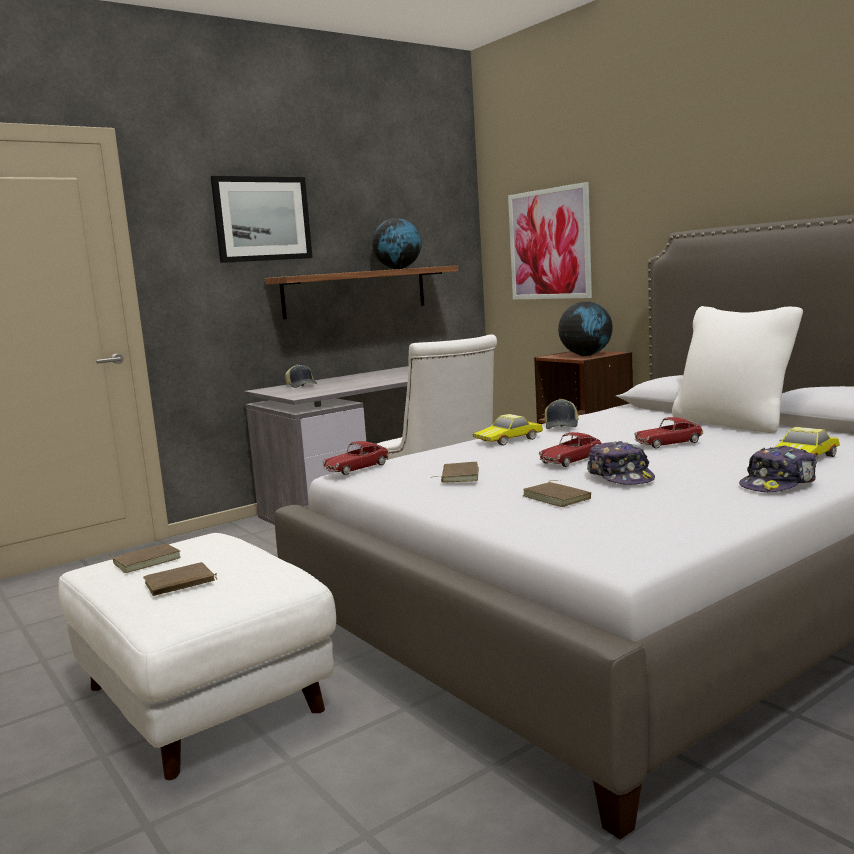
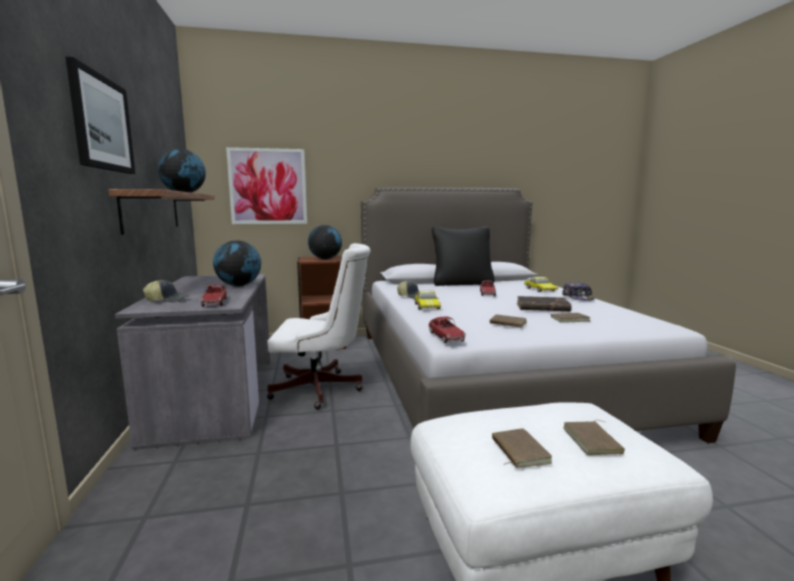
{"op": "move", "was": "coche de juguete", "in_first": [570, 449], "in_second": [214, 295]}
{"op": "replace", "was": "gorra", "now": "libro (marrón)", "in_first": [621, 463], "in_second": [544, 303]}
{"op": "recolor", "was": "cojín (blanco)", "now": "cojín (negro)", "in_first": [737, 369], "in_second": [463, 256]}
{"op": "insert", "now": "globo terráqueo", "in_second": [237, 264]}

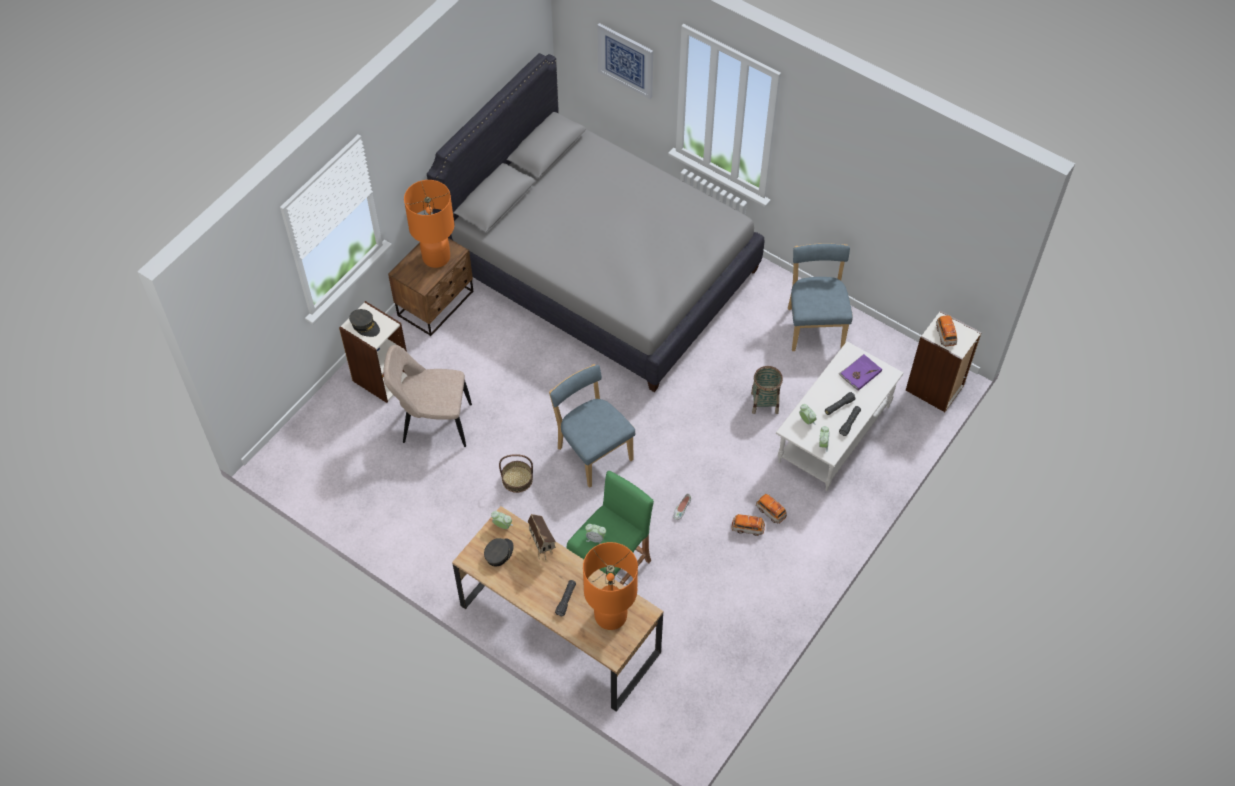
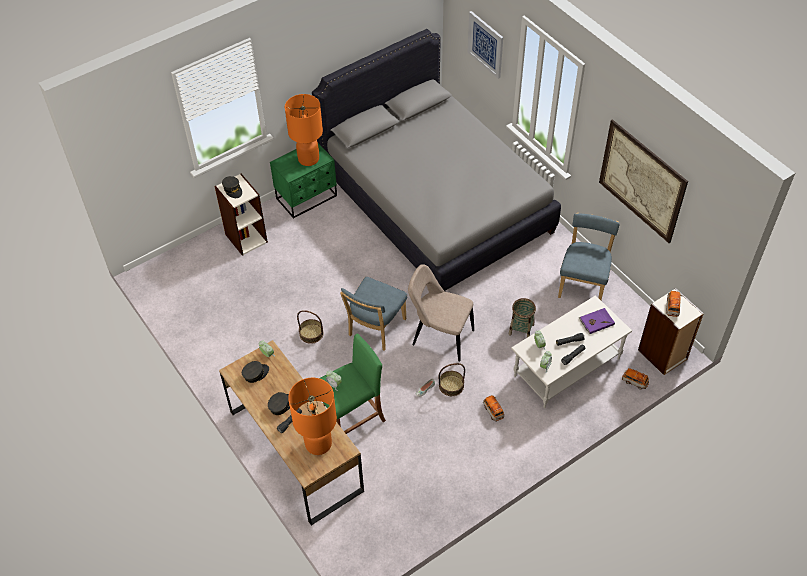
{"op": "move", "was": "silla (beis)", "in_first": [427, 396], "in_second": [441, 312]}
{"op": "recolor", "was": "mesita de noche (marrón)", "now": "mesita de noche (verde)", "in_first": [430, 287], "in_second": [303, 181]}
{"op": "delete", "was": "casita", "in_first": [542, 537]}
{"op": "rotate", "was": "silla (azul)", "in_first": [592, 426], "in_second": [373, 313], "clockwise": -135}
{"op": "move", "was": "coche de juguete", "in_first": [748, 525], "in_second": [635, 379]}
{"op": "insert", "now": "gorra (gris)", "in_second": [279, 403]}
{"op": "insert", "now": "cesta", "in_second": [452, 379]}
{"op": "insert", "now": "cuadro", "in_second": [643, 181]}

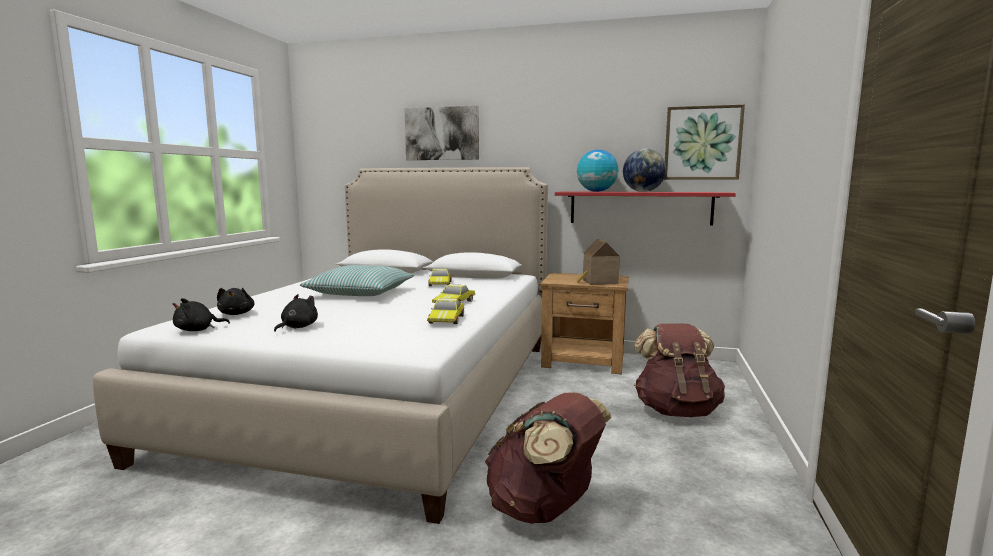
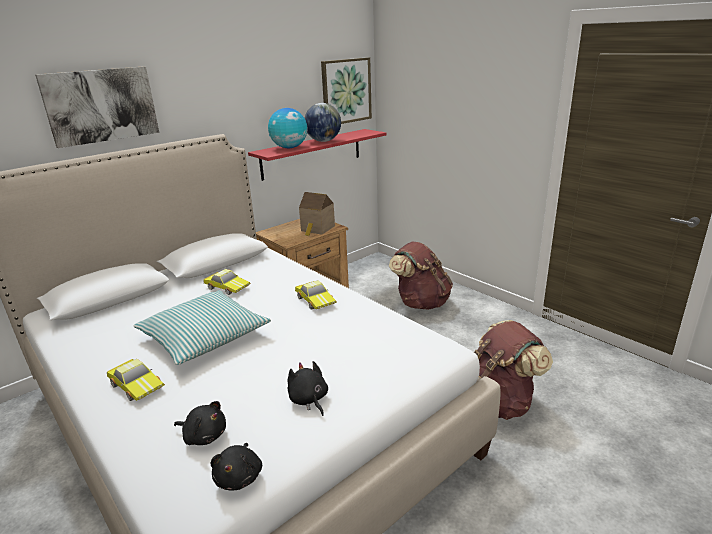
{"op": "move", "was": "coche de juguete", "in_first": [445, 311], "in_second": [136, 380]}

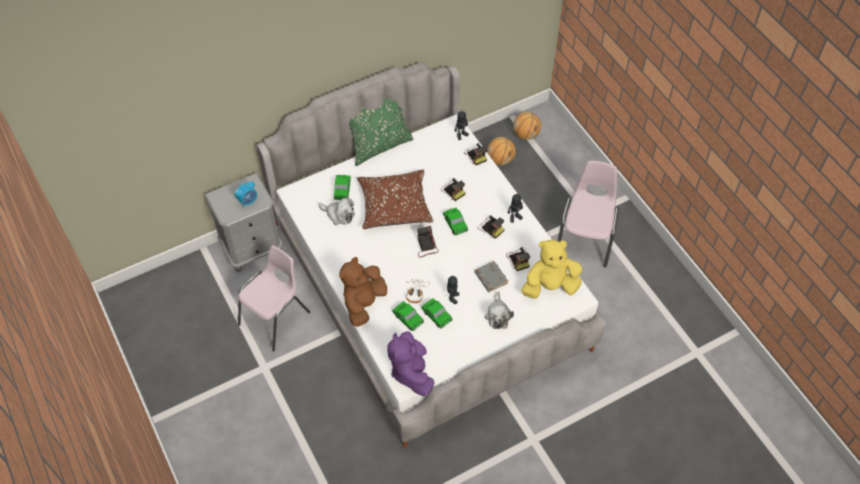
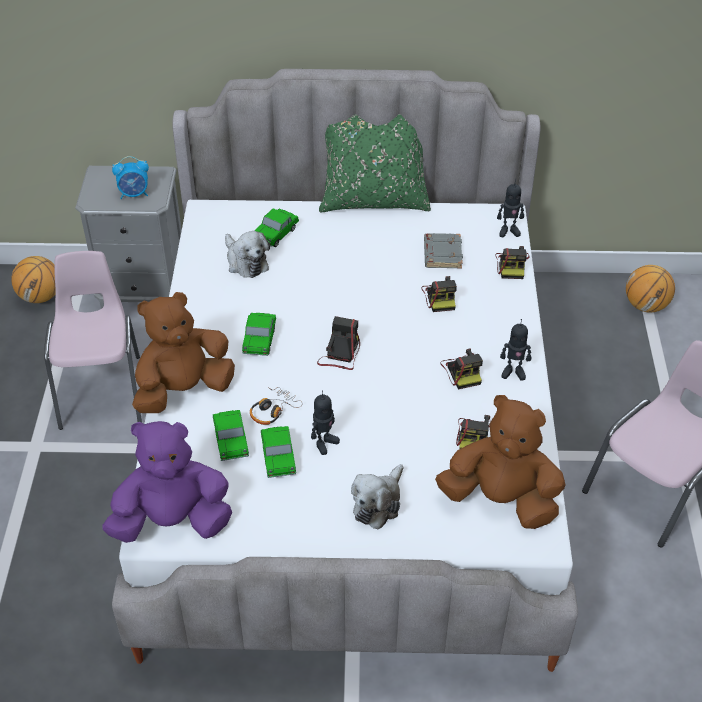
{"op": "rotate", "was": "silla (rosa)", "in_first": [274, 298], "in_second": [93, 340], "clockwise": -75}
{"op": "delete", "was": "cojín (marrón)", "in_first": [395, 199]}
{"op": "rotate", "was": "peluche (morado)", "in_first": [410, 363], "in_second": [167, 482], "clockwise": 60}
{"op": "move", "was": "coche de juguete", "in_first": [455, 222], "in_second": [259, 334]}
{"op": "move", "was": "libro (gris)", "in_first": [491, 276], "in_second": [443, 251]}
{"op": "move", "was": "balón de baloncesto", "in_first": [501, 151], "in_second": [33, 279]}
{"op": "recolor", "was": "peluche (amarillo)", "now": "peluche (marrón)", "in_first": [551, 269], "in_second": [500, 462]}

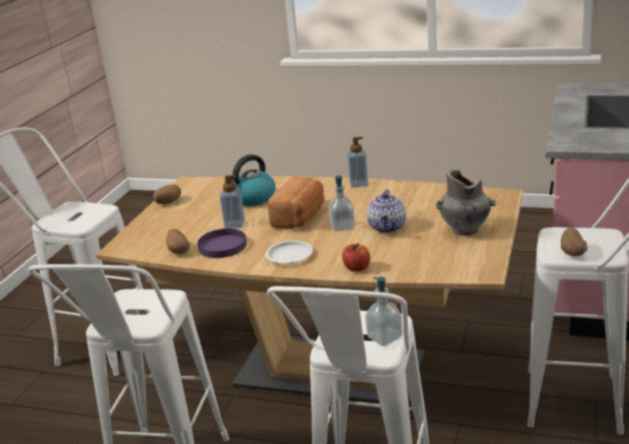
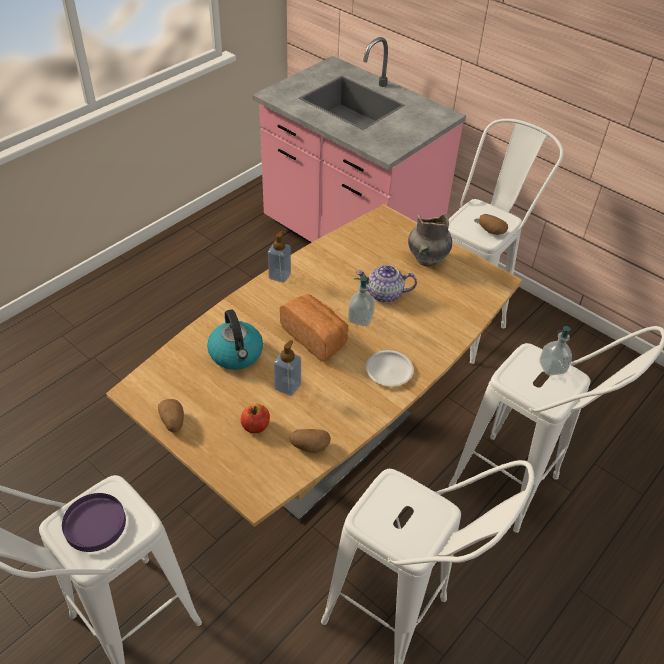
{"op": "move", "was": "plato (morado)", "in_first": [222, 243], "in_second": [94, 522]}
{"op": "move", "was": "manzana", "in_first": [356, 257], "in_second": [255, 418]}
{"op": "rotate", "was": "tetera", "in_first": [386, 211], "in_second": [386, 284], "clockwise": 150}

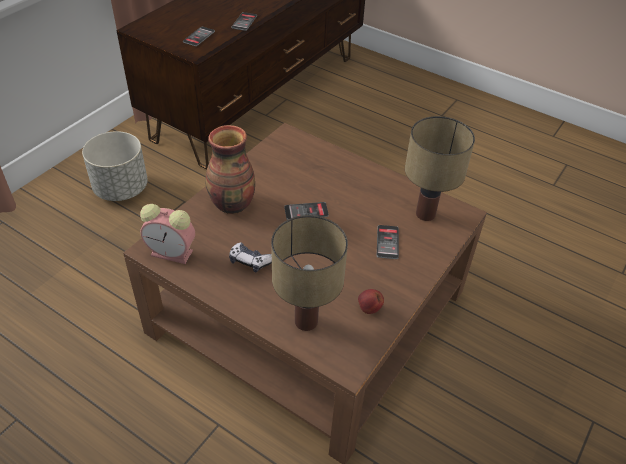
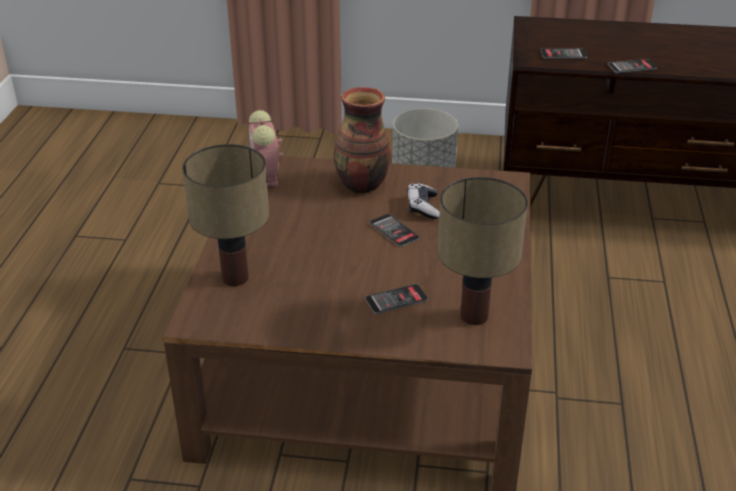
{"op": "move", "was": "mando de consola", "in_first": [250, 257], "in_second": [423, 201]}
{"op": "delete", "was": "manzana", "in_first": [371, 301]}

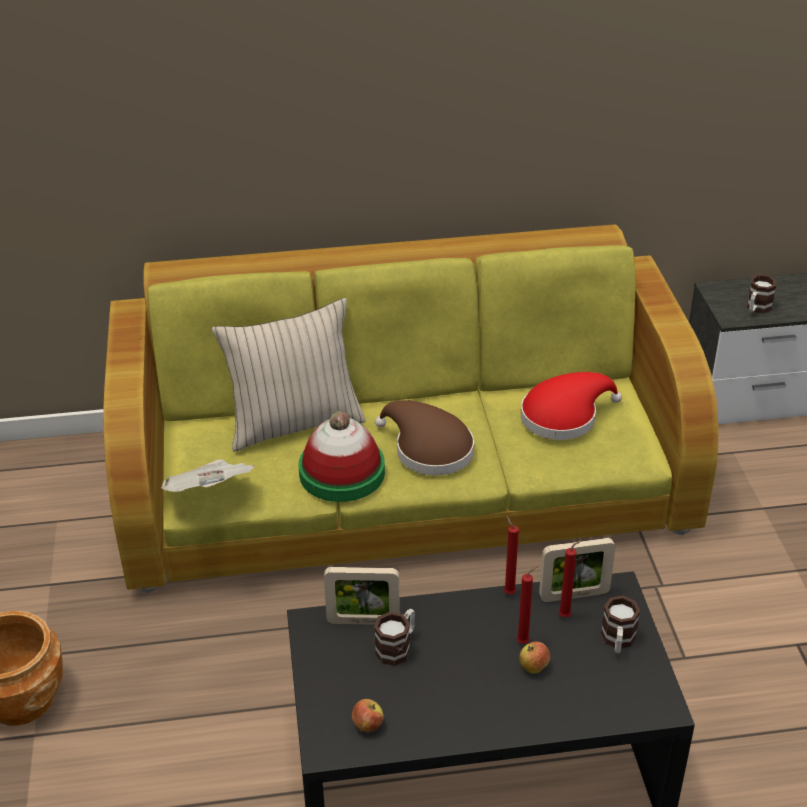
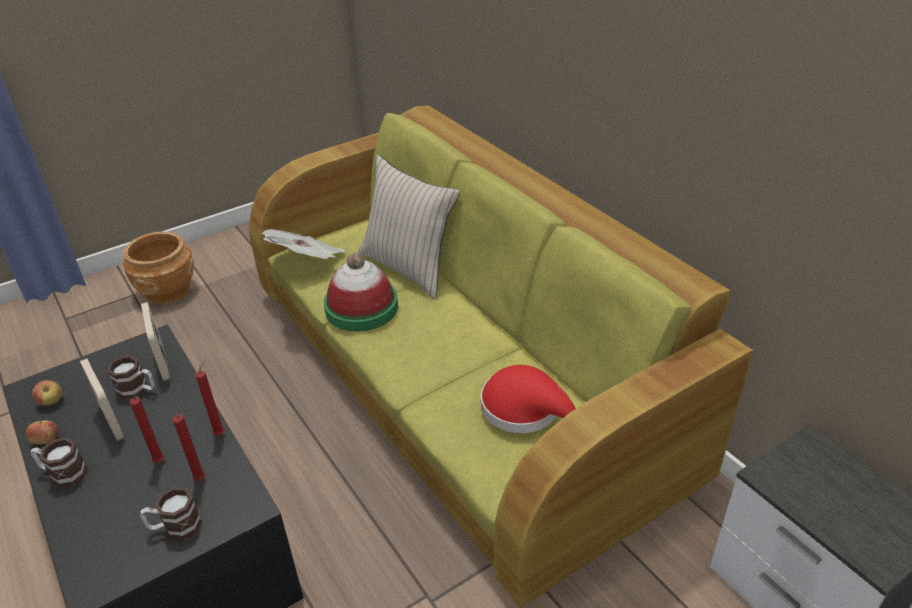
{"op": "delete", "was": "sombrero (marrón)", "in_first": [424, 437]}
{"op": "move", "was": "manzana", "in_first": [534, 657], "in_second": [42, 431]}
{"op": "move", "was": "portarretratos", "in_first": [577, 570], "in_second": [102, 399]}
{"op": "move", "was": "taza grande", "in_first": [762, 293], "in_second": [59, 463]}

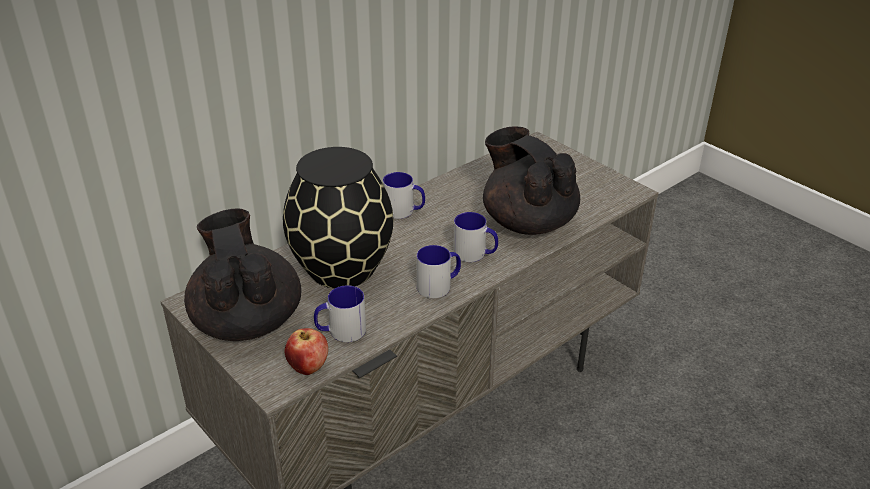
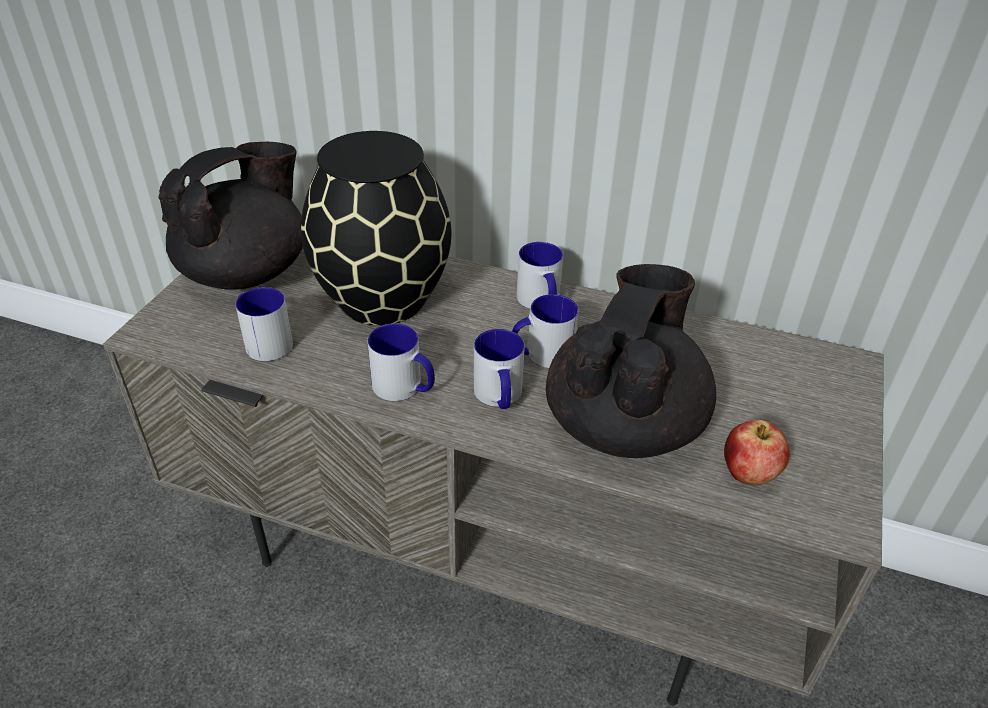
{"op": "move", "was": "manzana", "in_first": [306, 351], "in_second": [757, 452]}
{"op": "insert", "now": "taza grande", "in_second": [545, 331]}

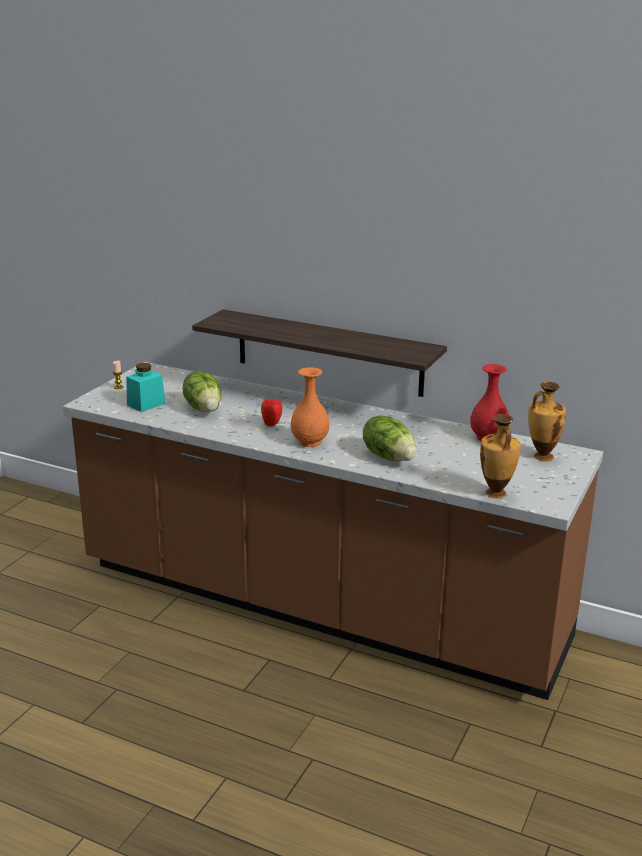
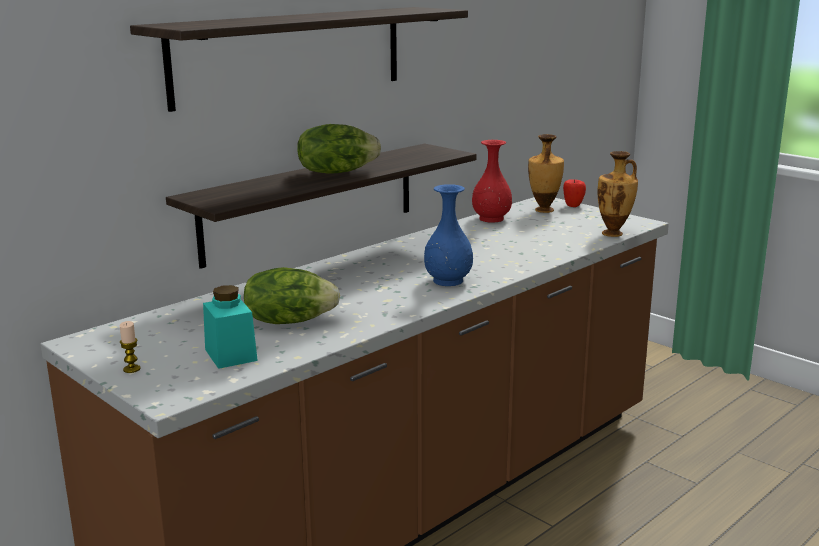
{"op": "move", "was": "manzana", "in_first": [271, 412], "in_second": [574, 193]}
{"op": "recolor", "was": "florero (naranja)", "now": "florero (azul)", "in_first": [310, 407], "in_second": [448, 235]}
{"op": "move", "was": "lechuga", "in_first": [390, 438], "in_second": [339, 149]}
{"op": "insert", "now": "estante", "in_second": [299, 59]}

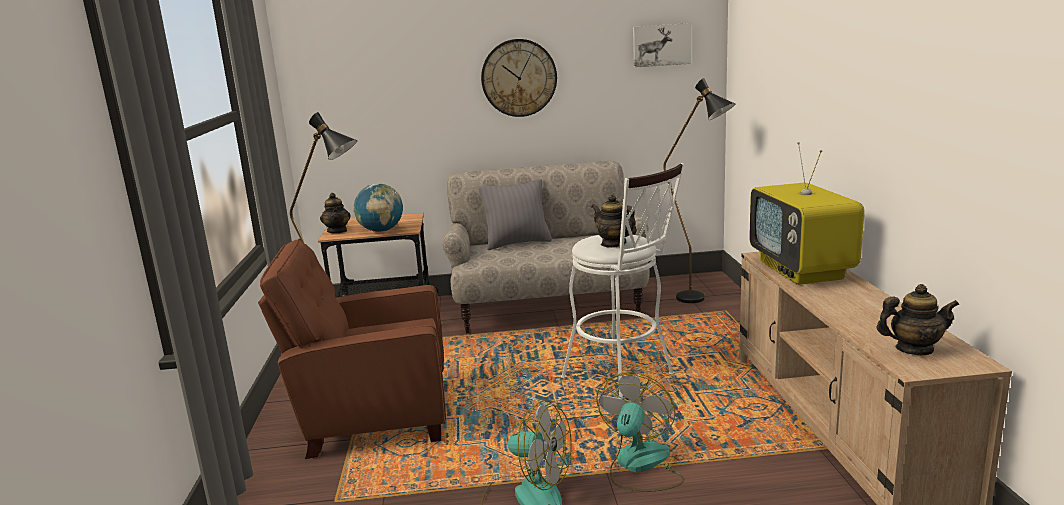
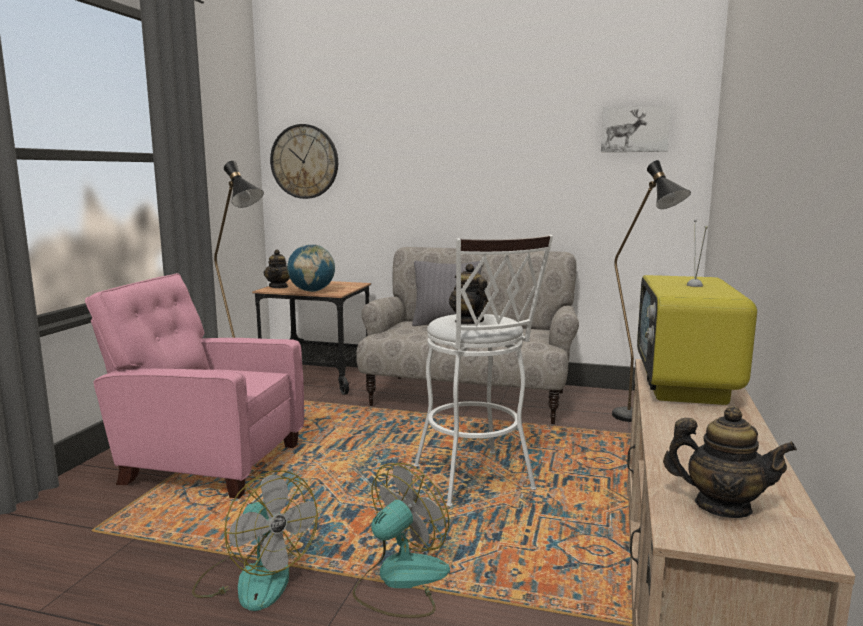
{"op": "recolor", "was": "sillón (marrón)", "now": "sillón (rosa)", "in_first": [352, 348], "in_second": [194, 386]}
{"op": "move", "was": "reloj de pared", "in_first": [519, 78], "in_second": [304, 161]}

